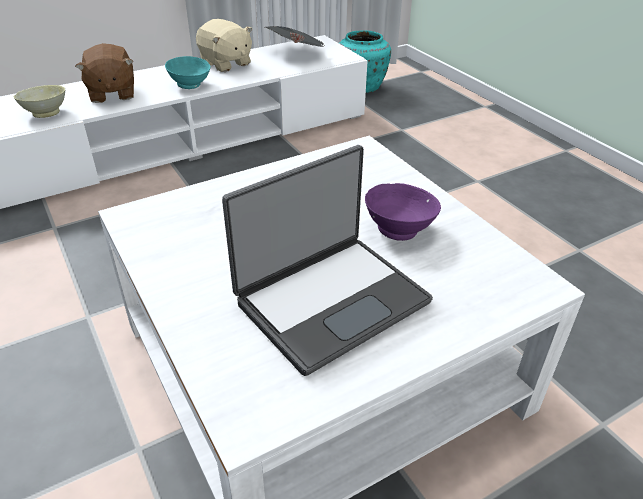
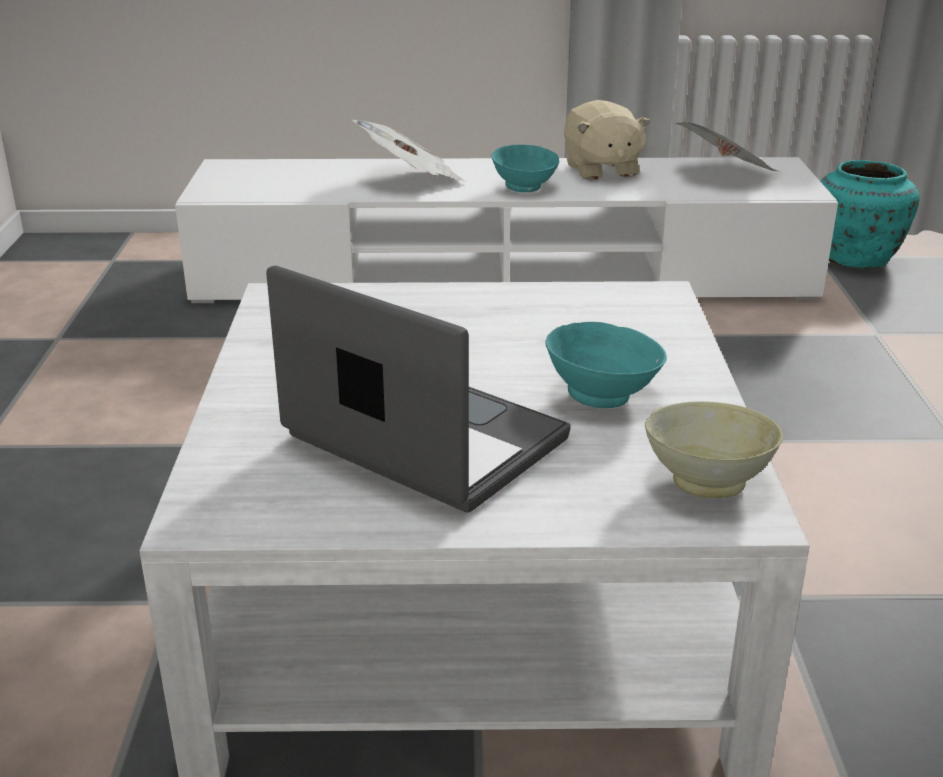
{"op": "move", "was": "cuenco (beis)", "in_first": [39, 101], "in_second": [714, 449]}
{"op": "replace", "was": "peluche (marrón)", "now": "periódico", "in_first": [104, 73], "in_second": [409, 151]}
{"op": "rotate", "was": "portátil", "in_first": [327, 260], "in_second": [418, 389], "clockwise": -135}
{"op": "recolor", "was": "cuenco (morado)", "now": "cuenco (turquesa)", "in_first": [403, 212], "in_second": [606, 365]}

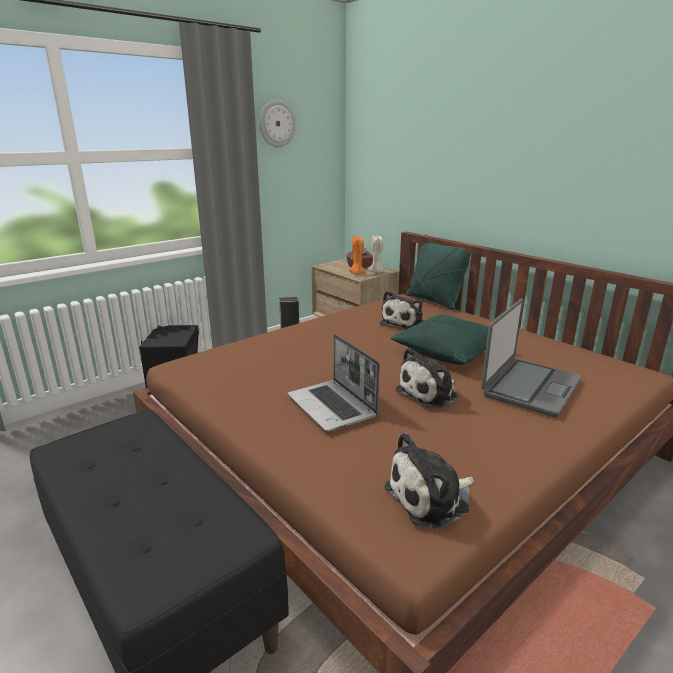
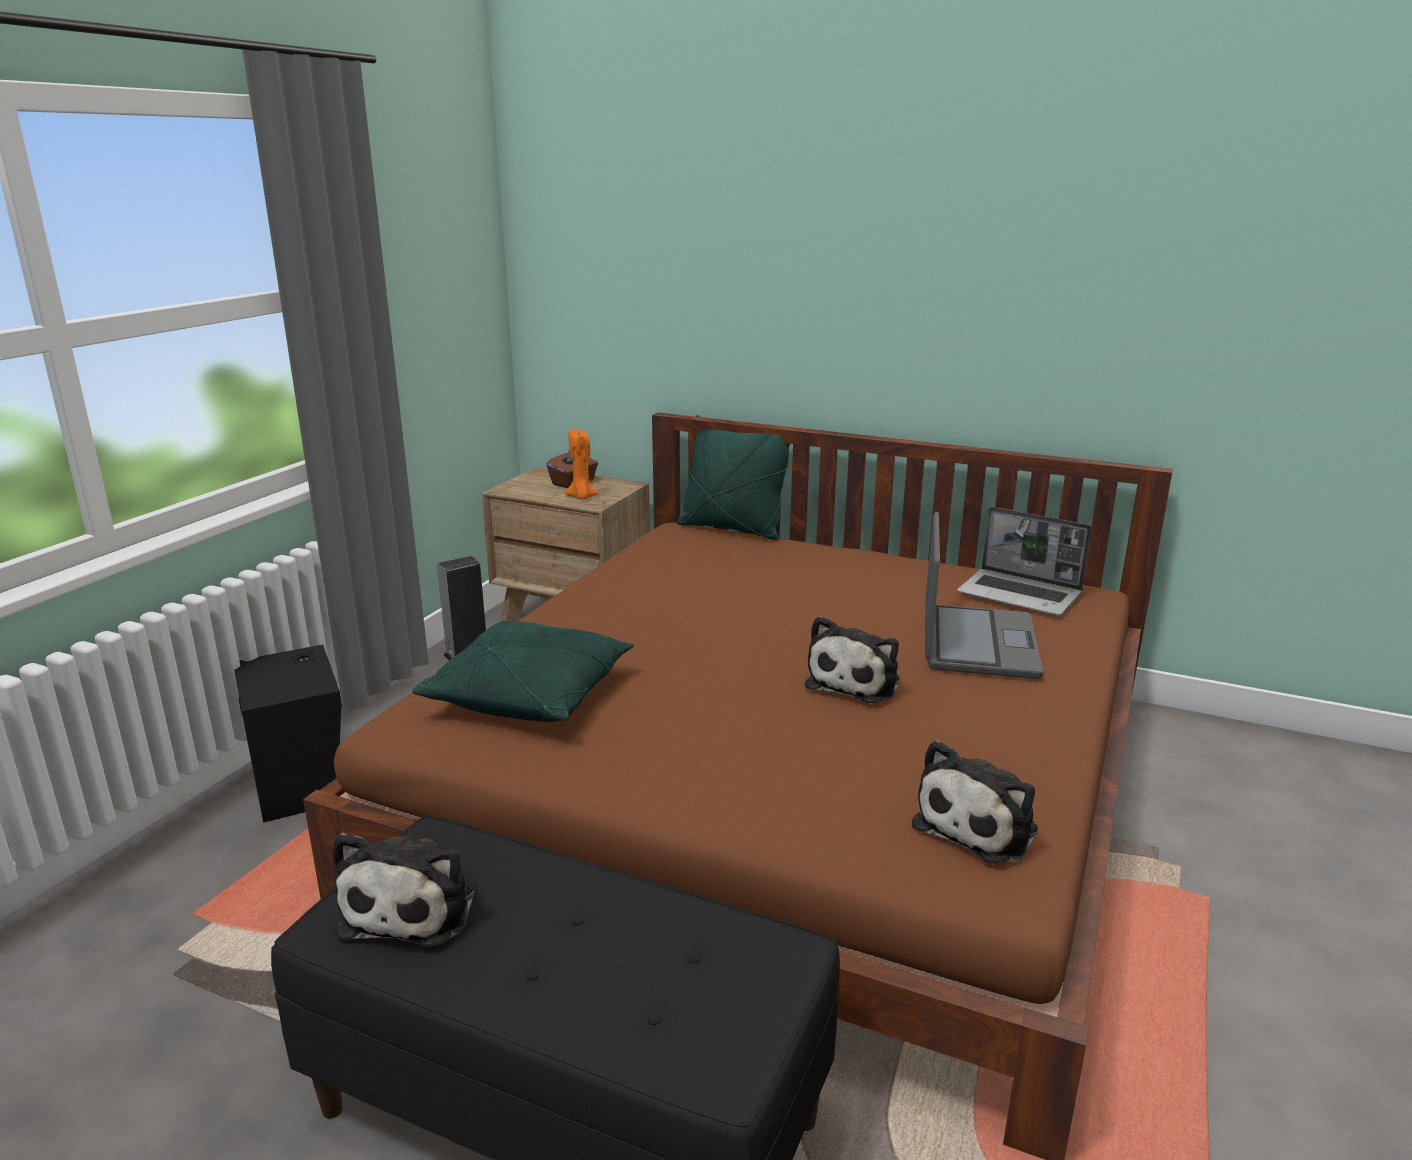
{"op": "delete", "was": "reloj de pared", "in_first": [277, 123]}
{"op": "move", "was": "portátil", "in_first": [333, 382], "in_second": [1024, 561]}
{"op": "delete", "was": "vela (beis)", "in_first": [377, 254]}
{"op": "move", "was": "peluche", "in_first": [402, 310], "in_second": [403, 890]}
{"op": "move", "was": "cojín (verde)", "in_first": [440, 339], "in_second": [523, 671]}

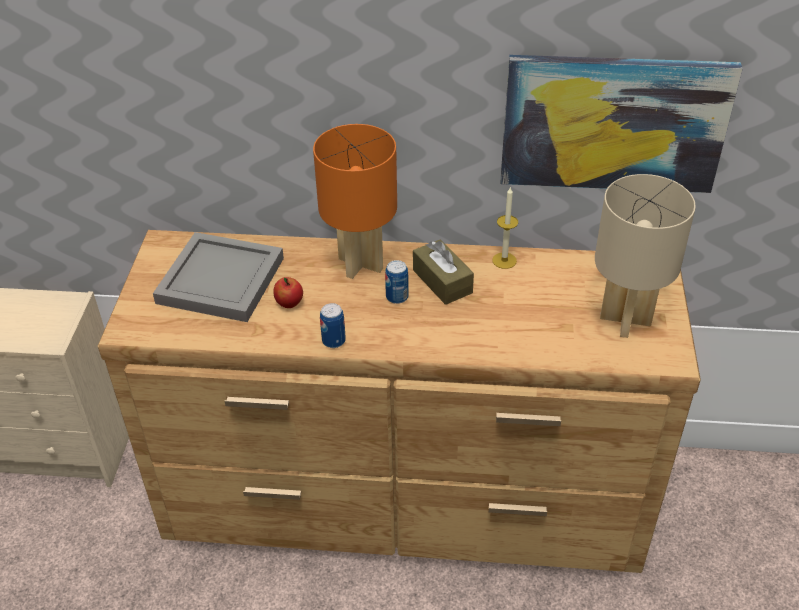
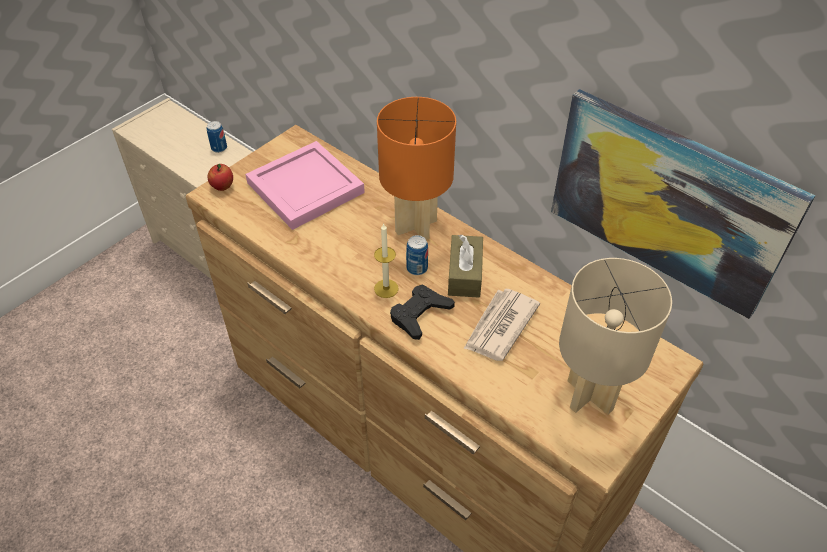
{"op": "recolor", "was": "bandeja (gris)", "now": "bandeja (rosa)", "in_first": [218, 277], "in_second": [305, 185]}
{"op": "move", "was": "manzana", "in_first": [288, 292], "in_second": [220, 177]}
{"op": "move", "was": "lata", "in_first": [333, 325], "in_second": [217, 137]}
{"op": "move", "was": "vela", "in_first": [505, 227], "in_second": [386, 261]}
{"op": "insert", "now": "mando de consola (negro)", "in_second": [422, 312]}
{"op": "insert", "now": "periódico", "in_second": [502, 324]}

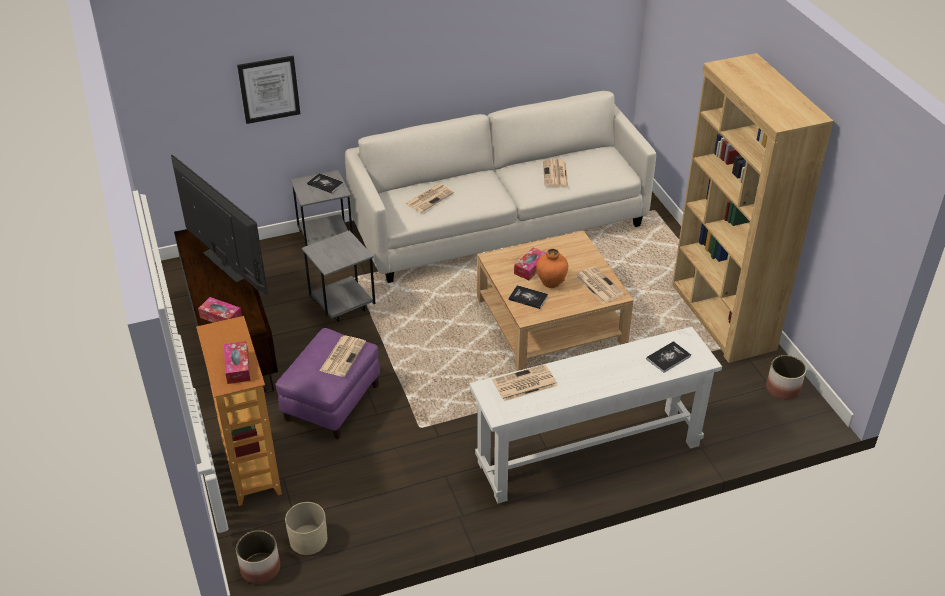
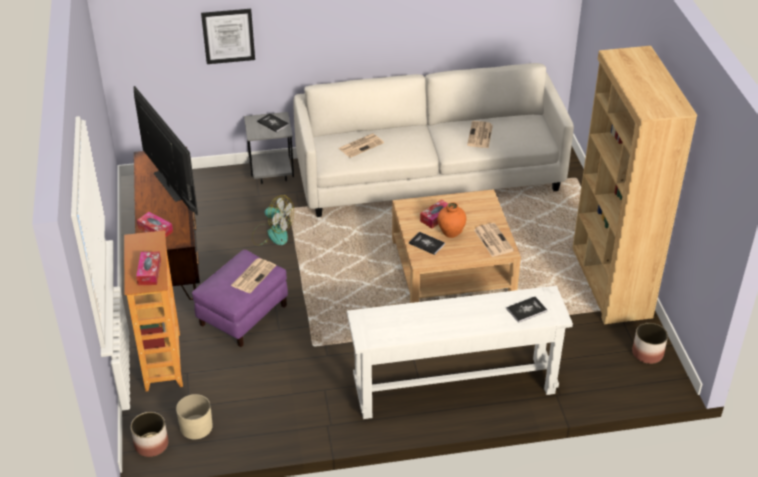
{"op": "replace", "was": "mesa auxiliar (gris)", "now": "ventilador", "in_first": [338, 276], "in_second": [273, 220]}
{"op": "delete", "was": "periódico", "in_first": [524, 382]}

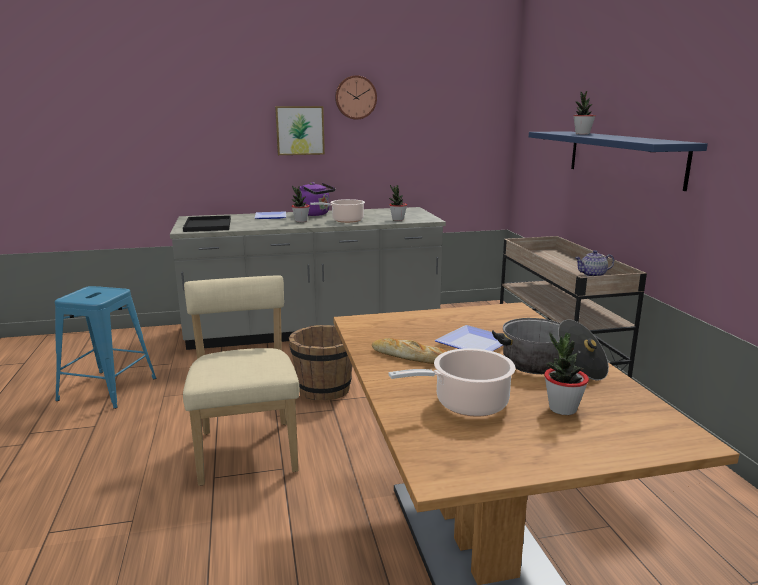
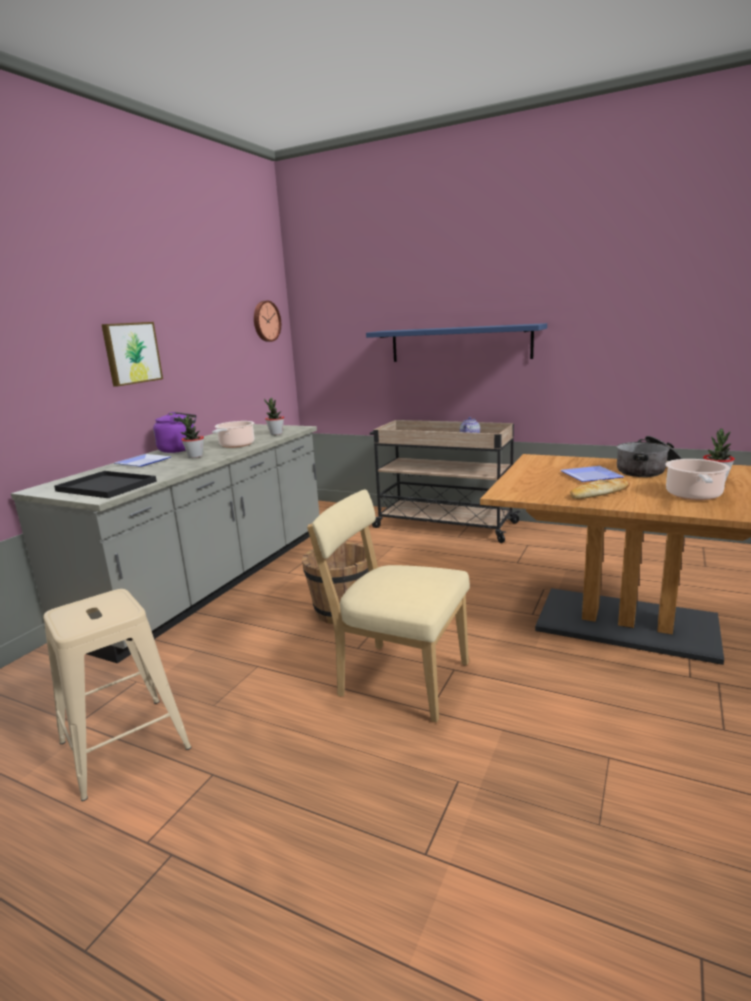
{"op": "recolor", "was": "taburete (azul)", "now": "taburete (beis)", "in_first": [105, 347], "in_second": [117, 695]}
{"op": "move", "was": "reloj de pared", "in_first": [356, 97], "in_second": [267, 321]}
{"op": "delete", "was": "planta en maceta", "in_first": [584, 112]}

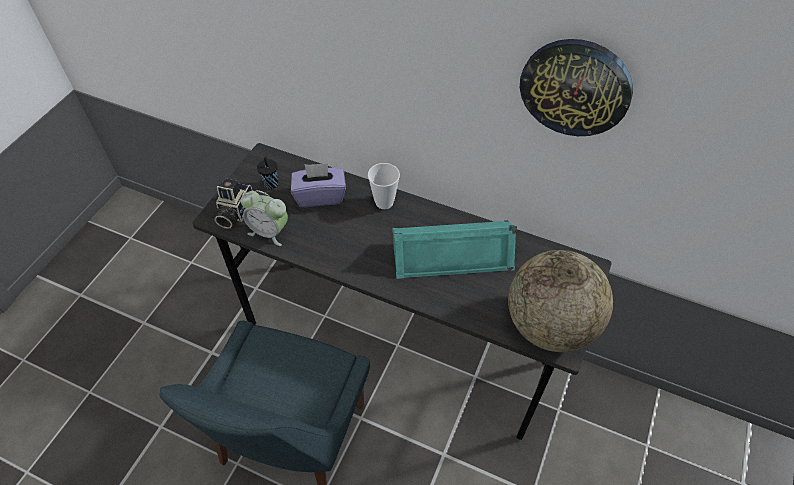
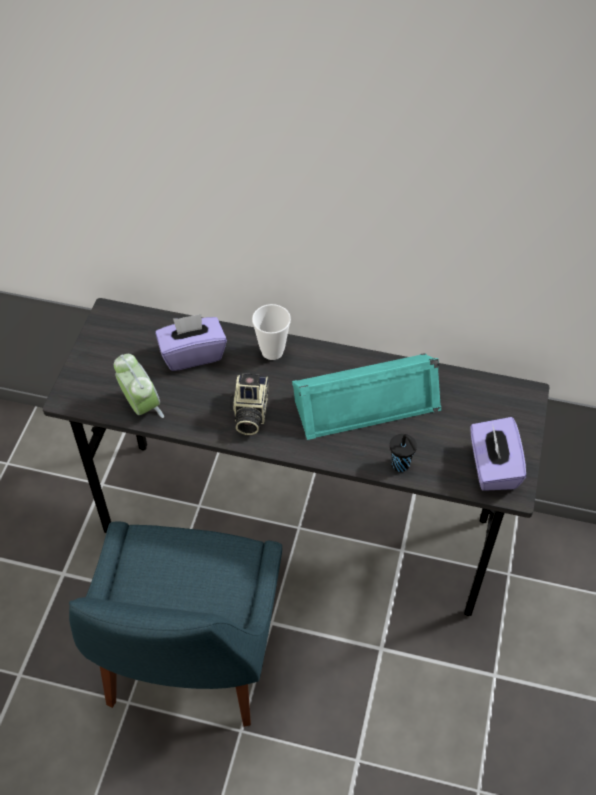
{"op": "move", "was": "cámara", "in_first": [233, 203], "in_second": [249, 404]}
{"op": "rotate", "was": "despertador", "in_first": [264, 218], "in_second": [139, 386], "clockwise": -135}
{"op": "move", "was": "taza (negro)", "in_first": [267, 173], "in_second": [403, 453]}
{"op": "replace", "was": "globo terráqueo", "now": "caja de pañuelos (morado)", "in_first": [560, 301], "in_second": [498, 454]}
{"op": "delete", "was": "reloj de pared", "in_first": [576, 87]}

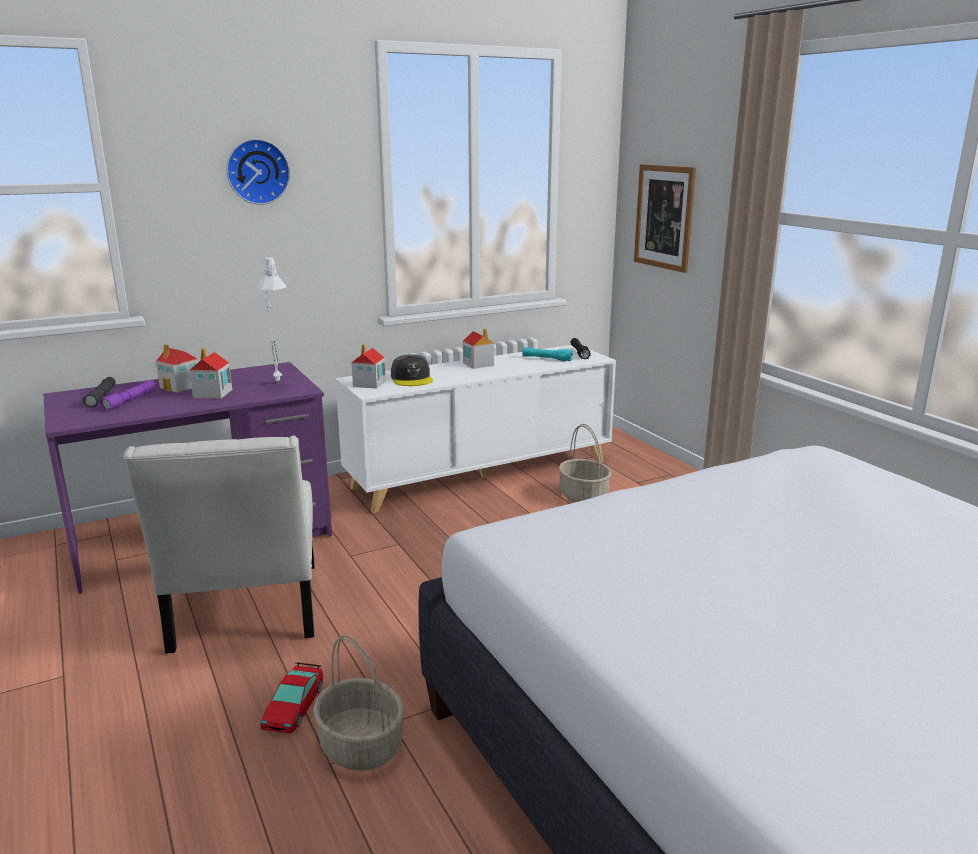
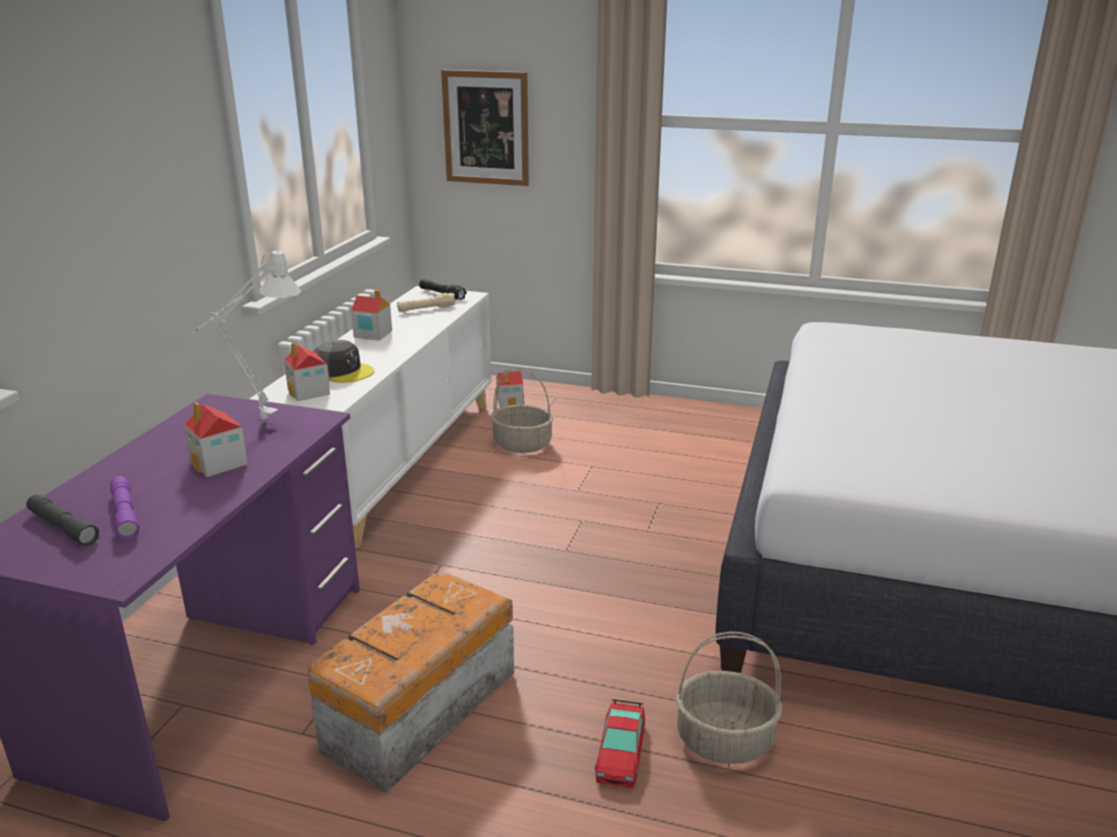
{"op": "replace", "was": "silla (blanco)", "now": "caja de almacenaje", "in_first": [219, 545], "in_second": [411, 683]}
{"op": "move", "was": "casita", "in_first": [177, 368], "in_second": [510, 389]}
{"op": "delete", "was": "reloj de pared", "in_first": [258, 172]}
{"op": "rotate", "was": "coche de juguete", "in_first": [291, 698], "in_second": [620, 743], "clockwise": 45}
{"op": "recolor", "was": "linterna (turquesa)", "now": "linterna (beis)", "in_first": [547, 354], "in_second": [426, 302]}

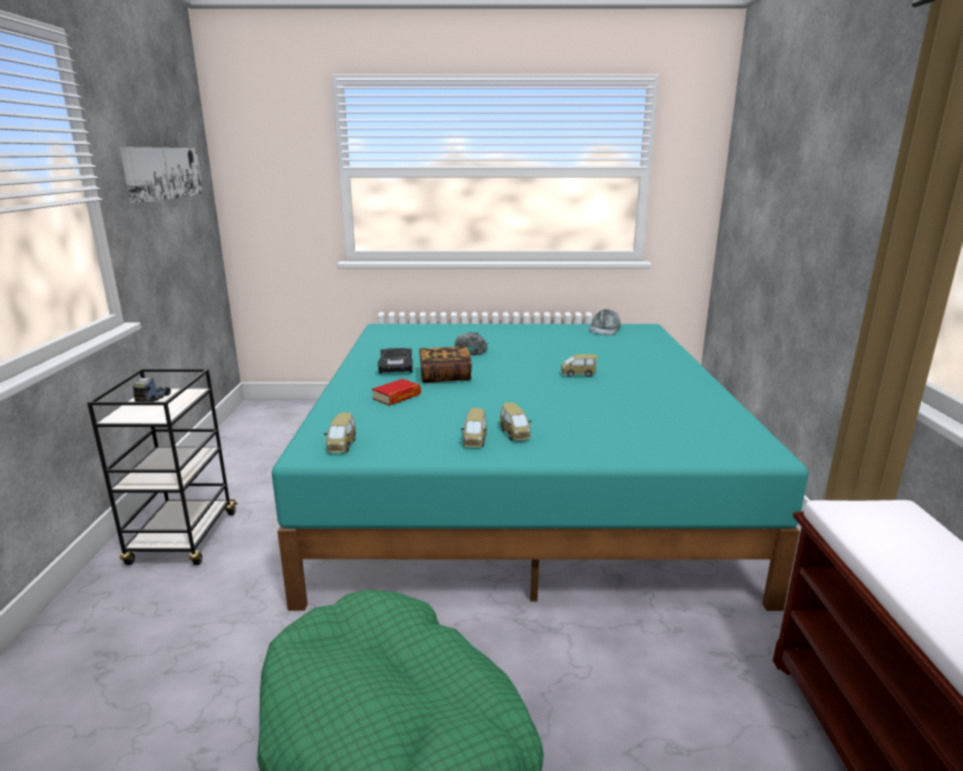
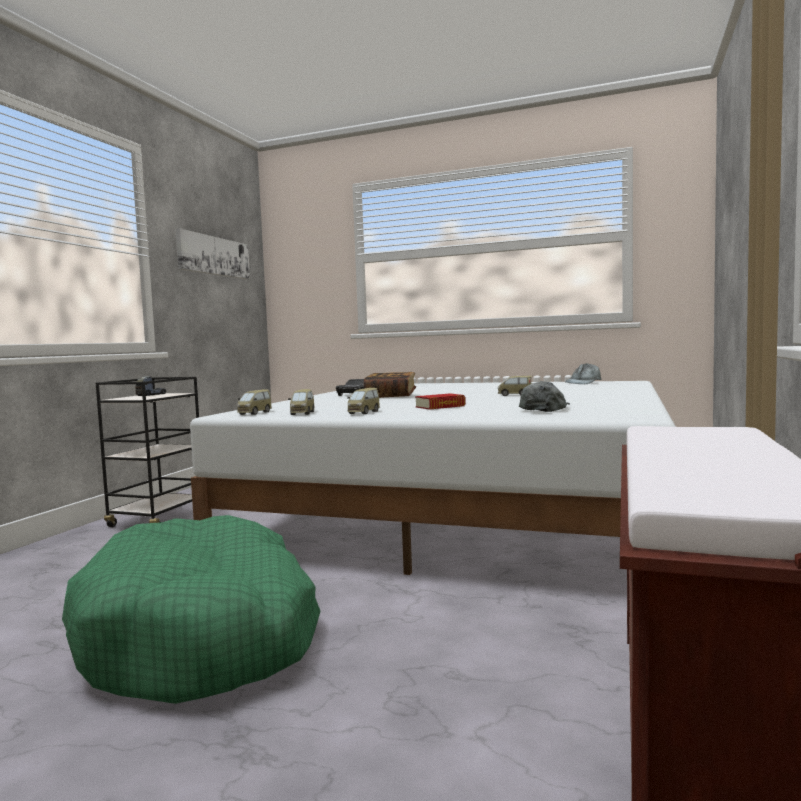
{"op": "recolor", "was": "cama (turquesa)", "now": "cama (blanco)", "in_first": [540, 467], "in_second": [433, 478]}
{"op": "move", "was": "libro", "in_first": [396, 392], "in_second": [440, 401]}
{"op": "move", "was": "gorra (gris)", "in_first": [471, 343], "in_second": [544, 396]}
{"op": "move", "was": "coche de juguete", "in_first": [516, 421], "in_second": [301, 402]}

